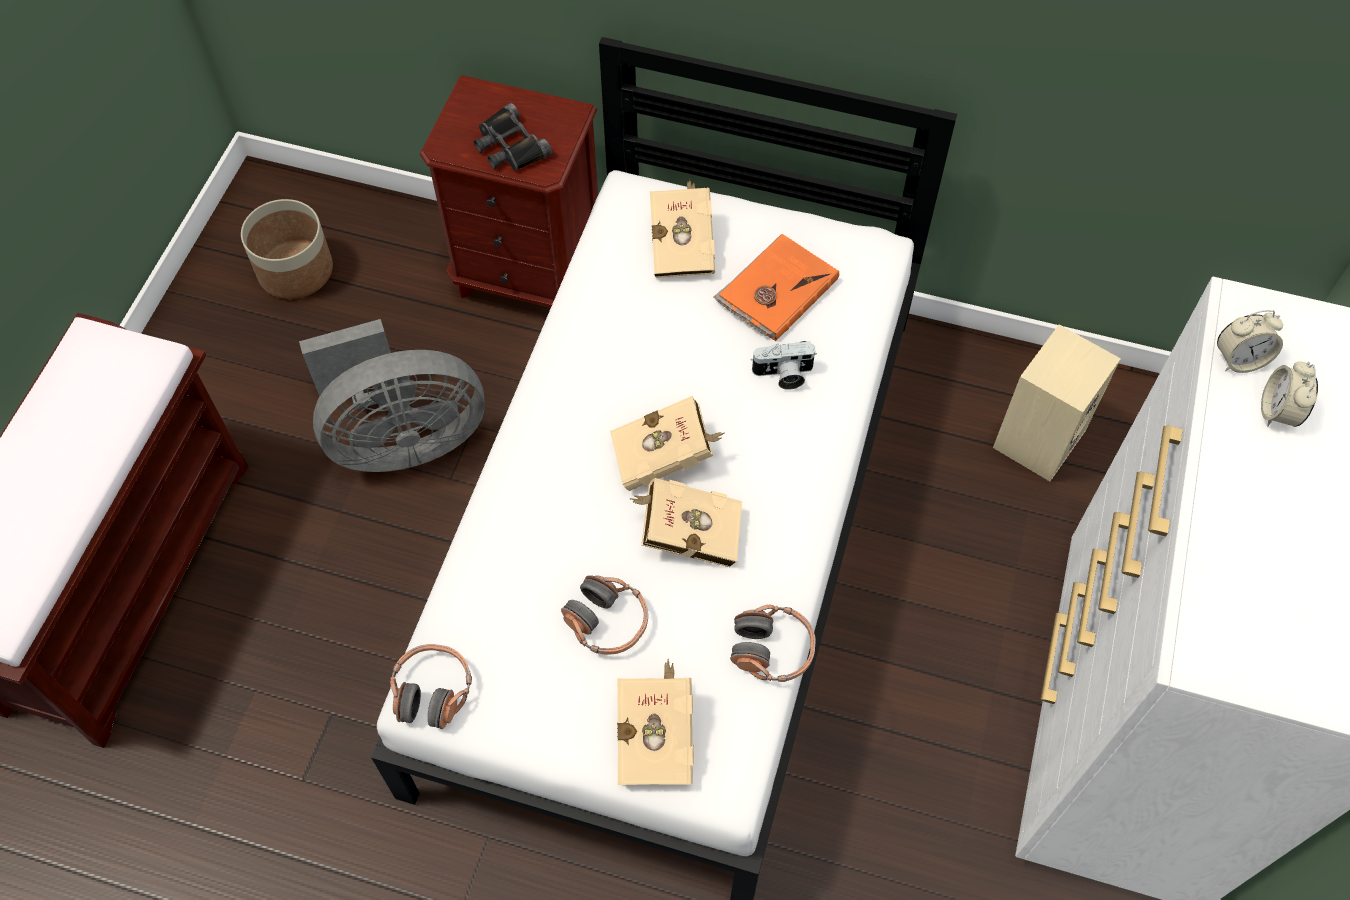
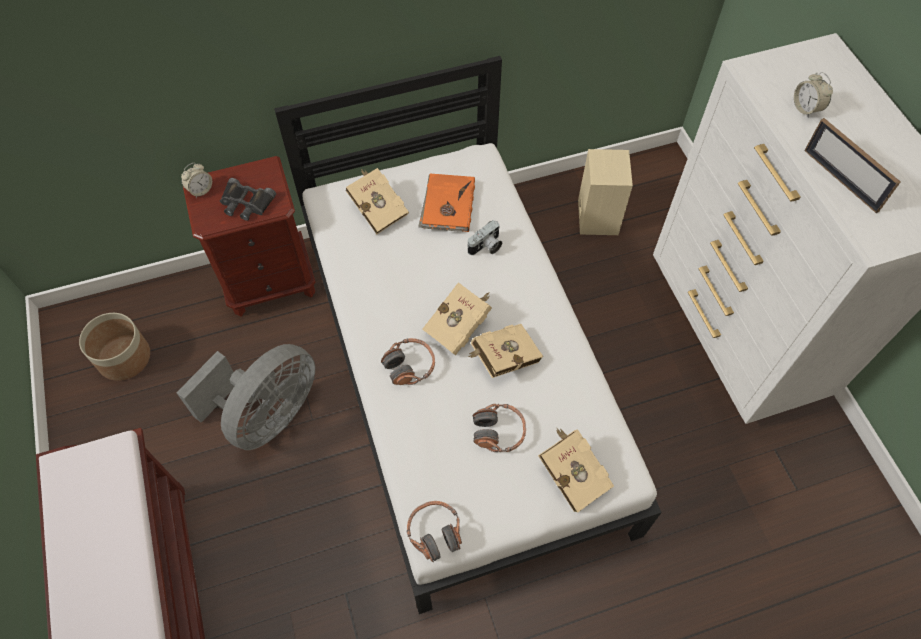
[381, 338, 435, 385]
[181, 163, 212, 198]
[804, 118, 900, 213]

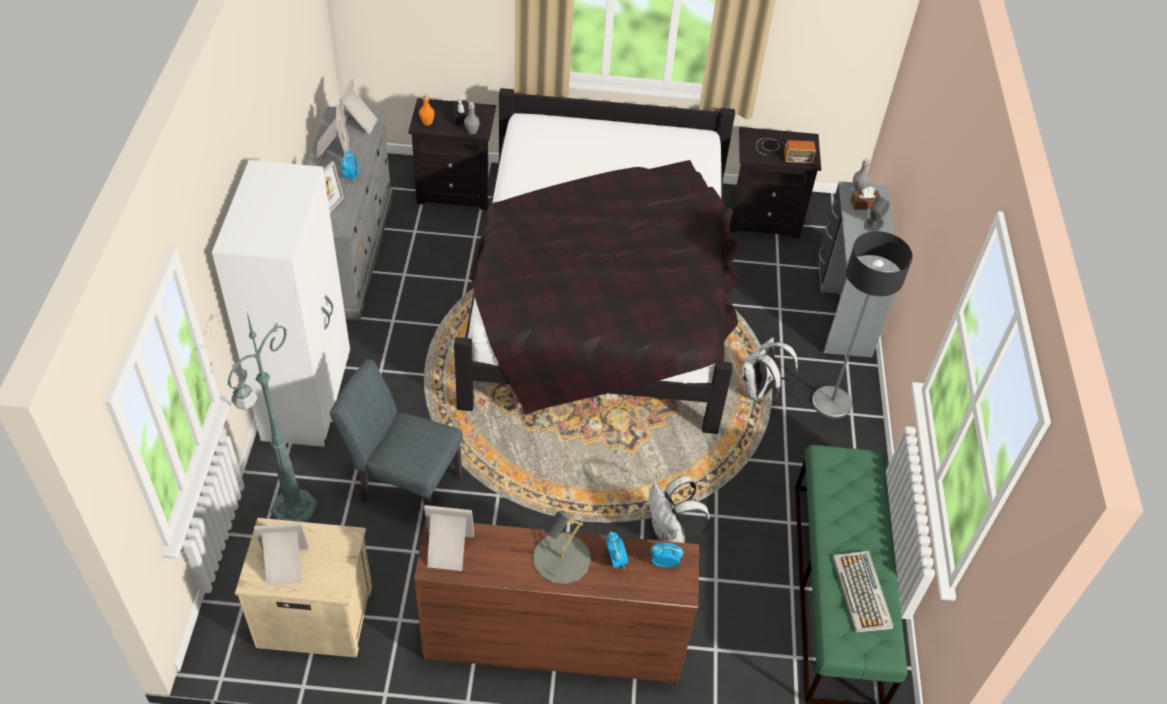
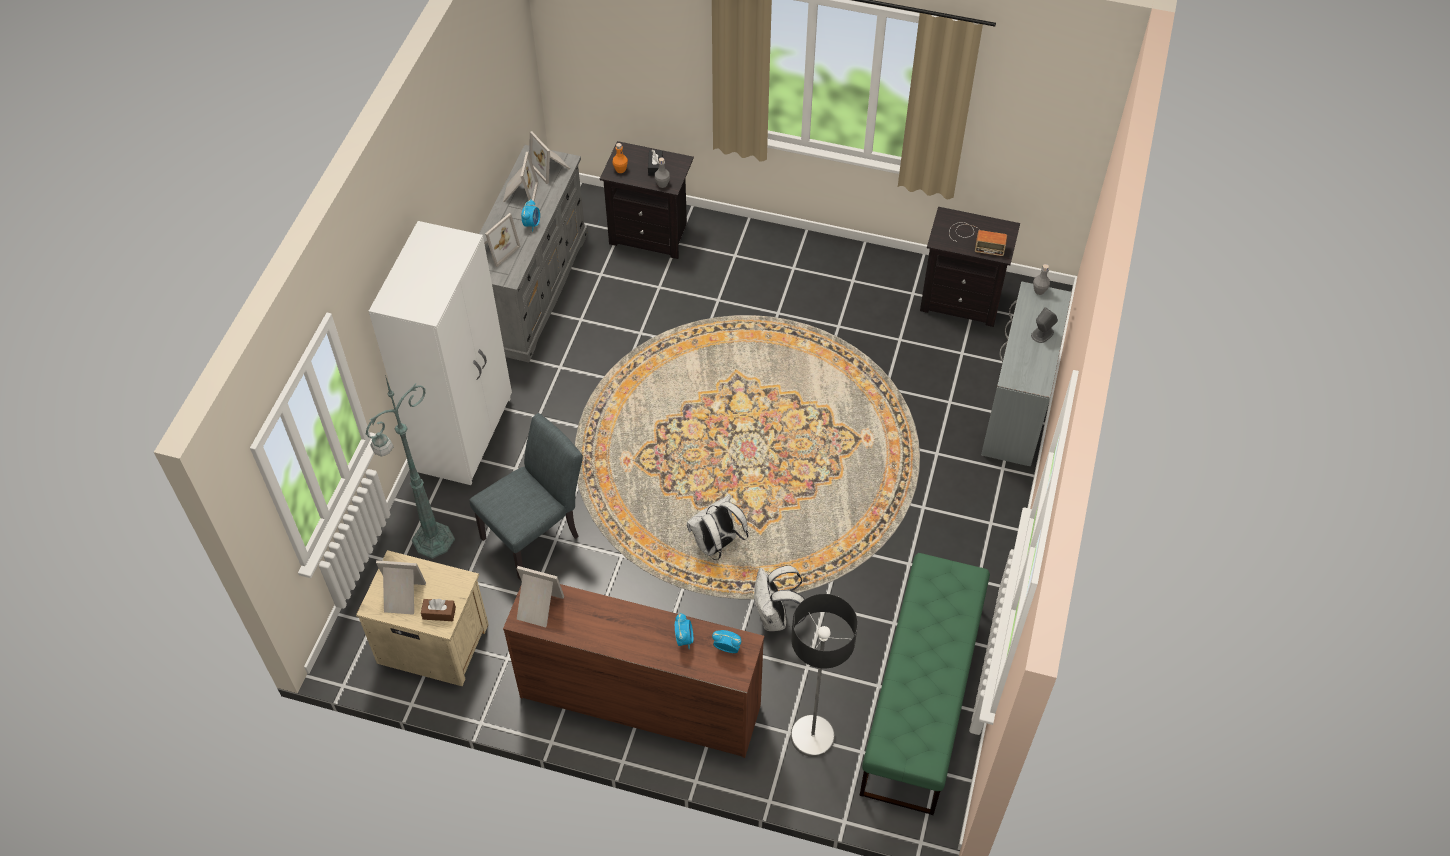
[470, 413, 583, 581]
[529, 131, 570, 184]
[454, 88, 739, 434] (first image)
[533, 510, 591, 584] (first image)
[687, 494, 748, 560]
[791, 594, 858, 757]
[832, 551, 894, 633] (first image)
[421, 599, 456, 621]

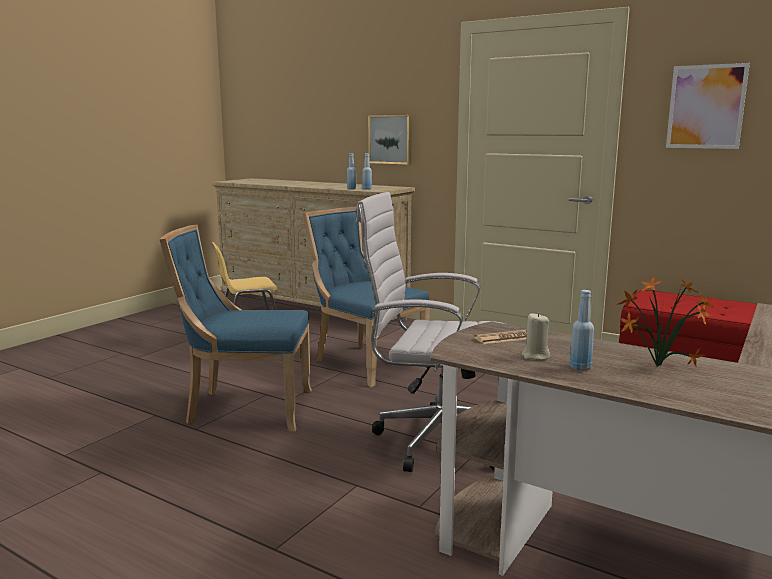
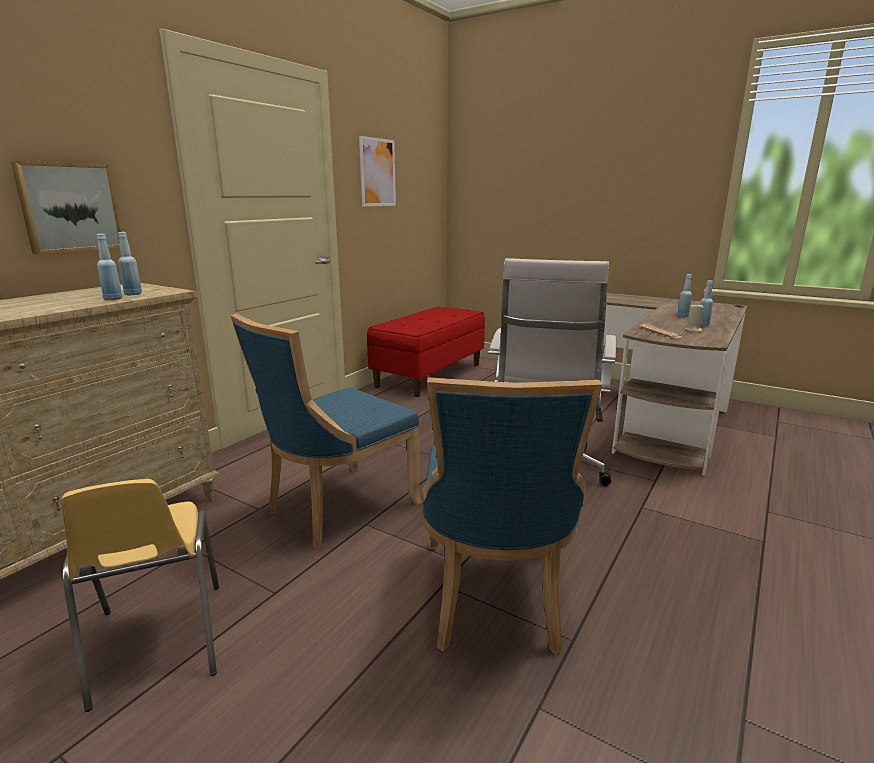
[677, 274, 692, 317]

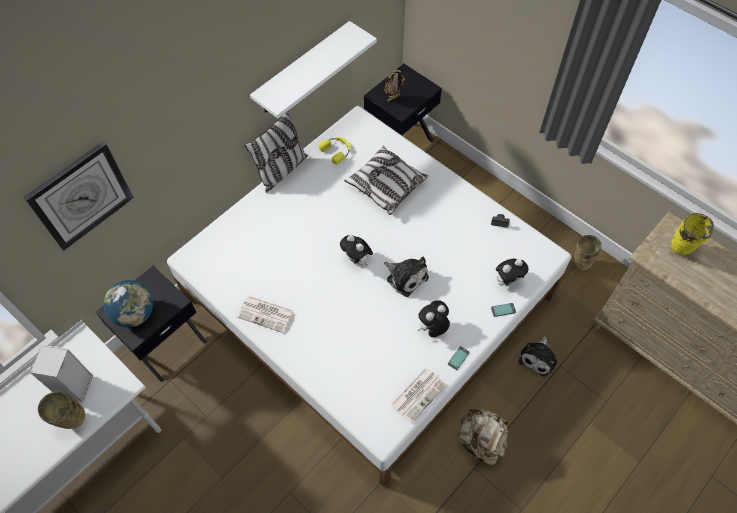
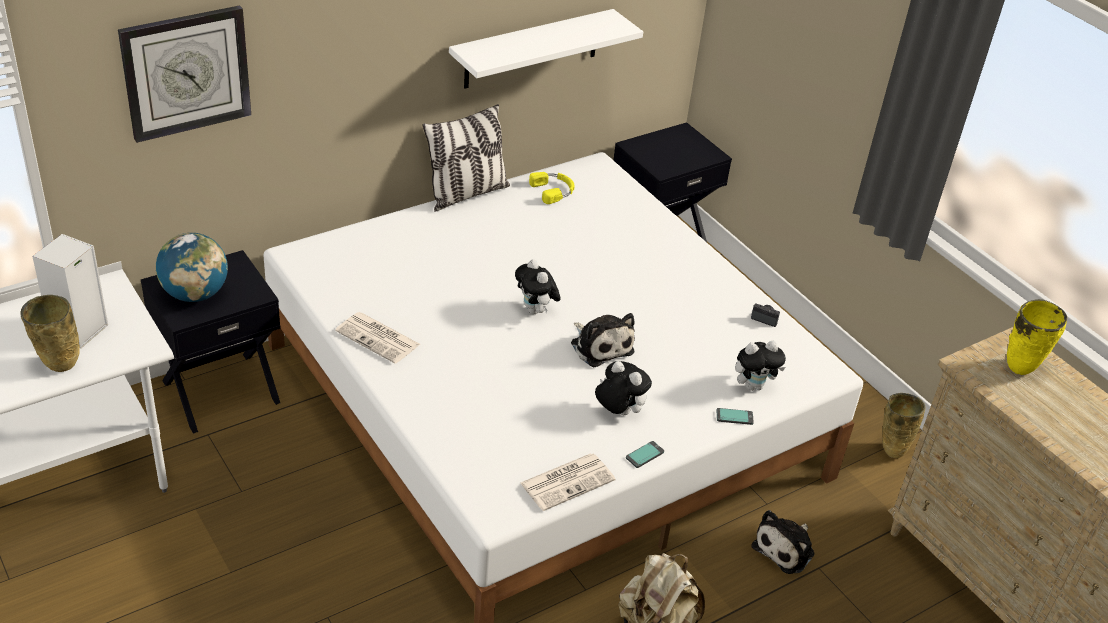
[344, 146, 428, 215] (first image)
[384, 70, 405, 102] (first image)
[595, 361, 652, 415]

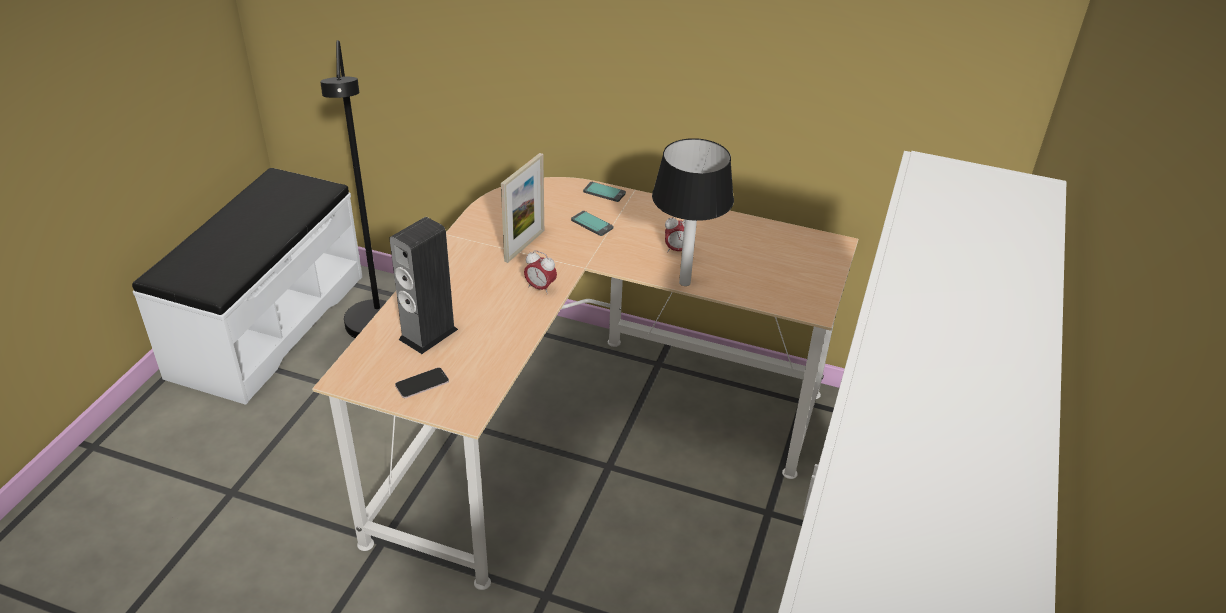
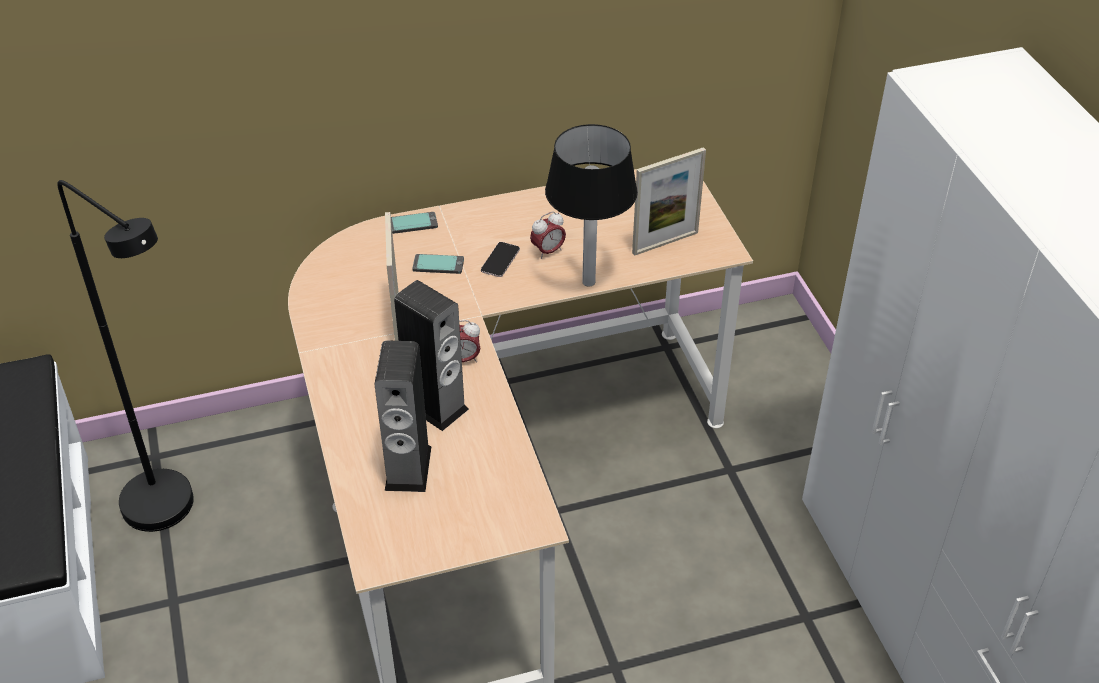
[481, 242, 520, 277]
[394, 280, 469, 431]
[632, 147, 706, 256]

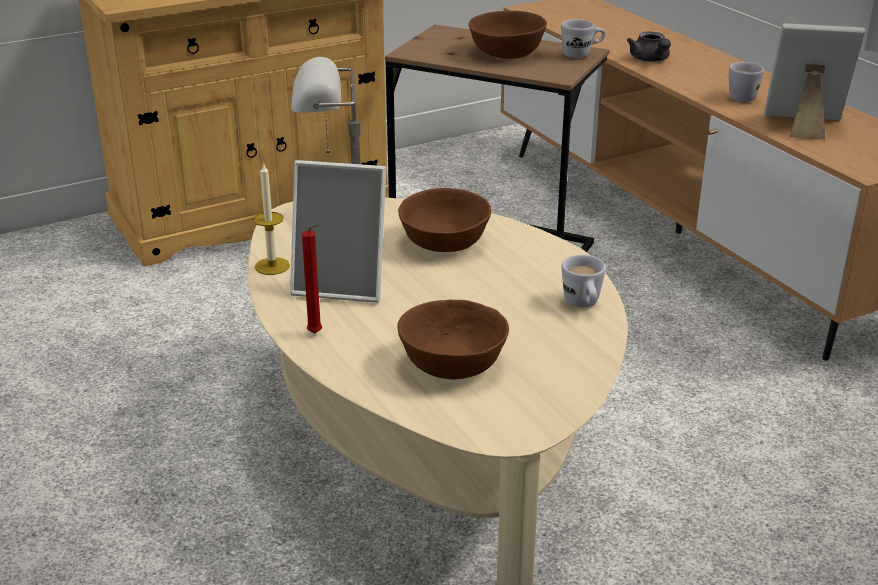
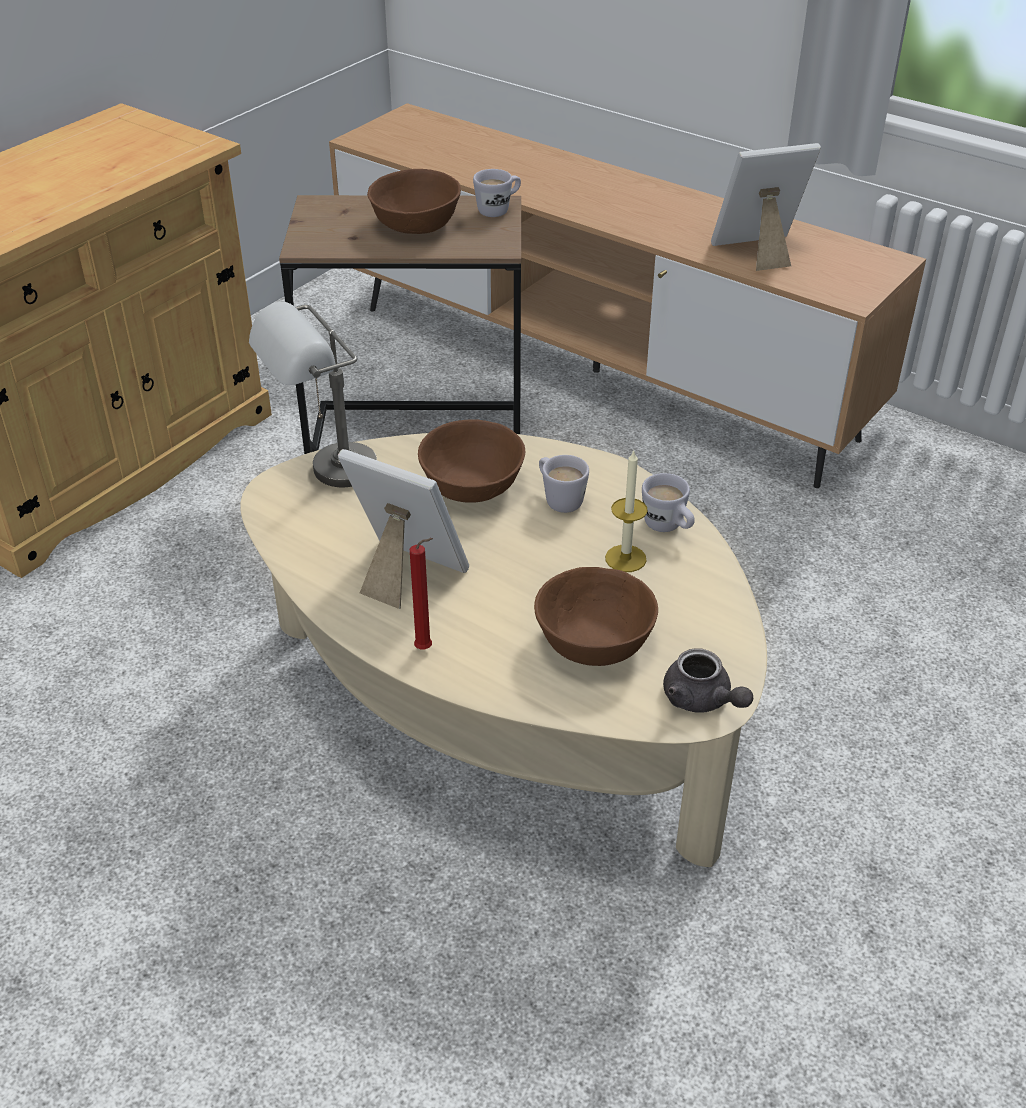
[605, 450, 648, 572]
[338, 449, 469, 609]
[663, 649, 753, 712]
[539, 455, 589, 513]

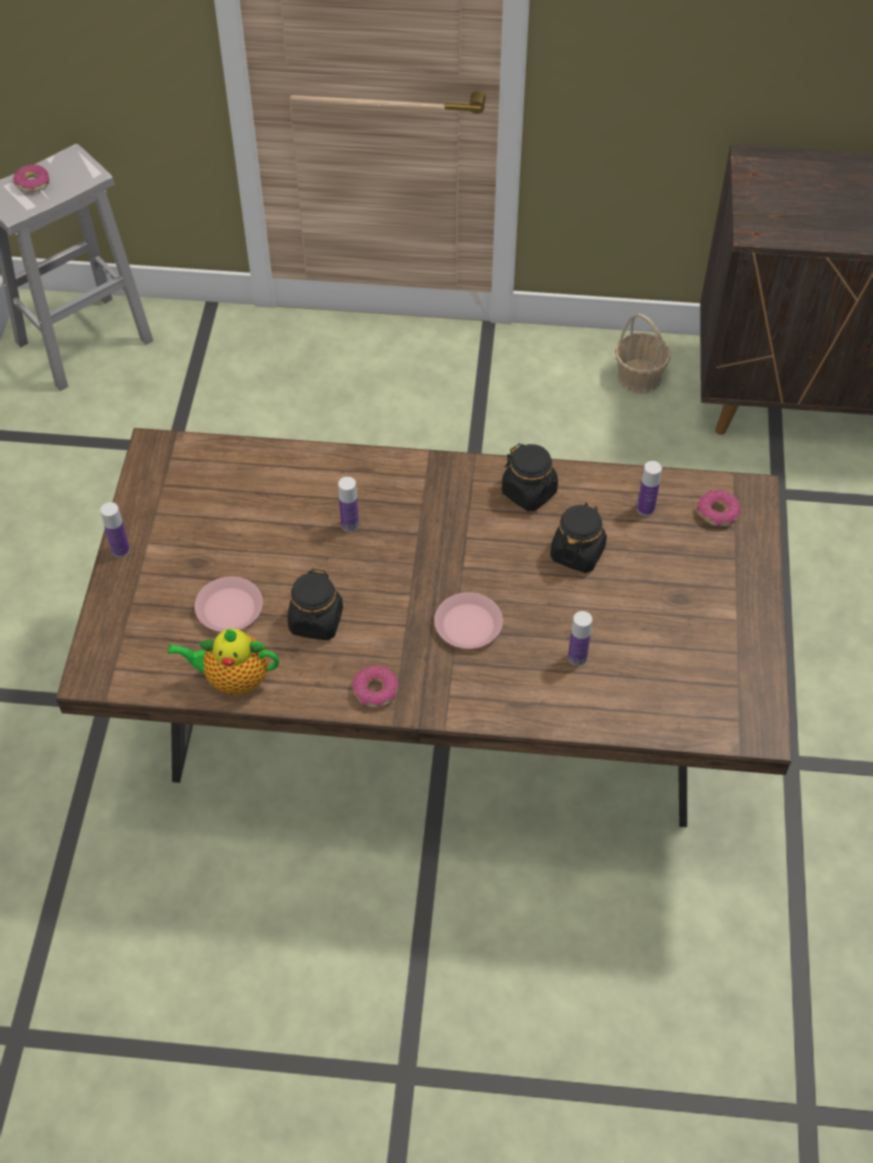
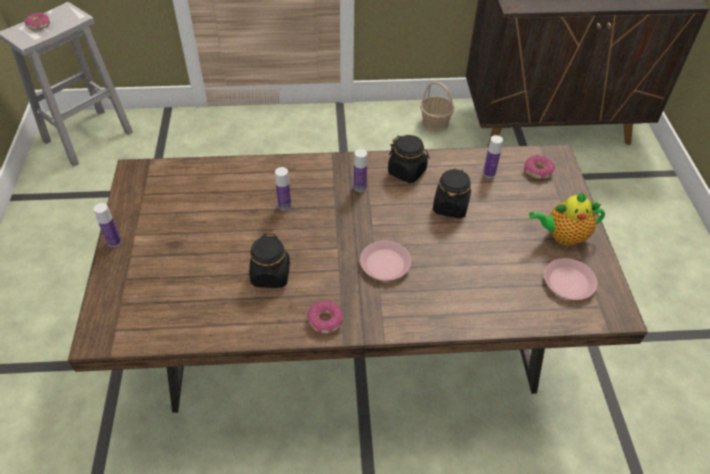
[529, 193, 605, 246]
[544, 258, 597, 300]
[354, 149, 367, 192]

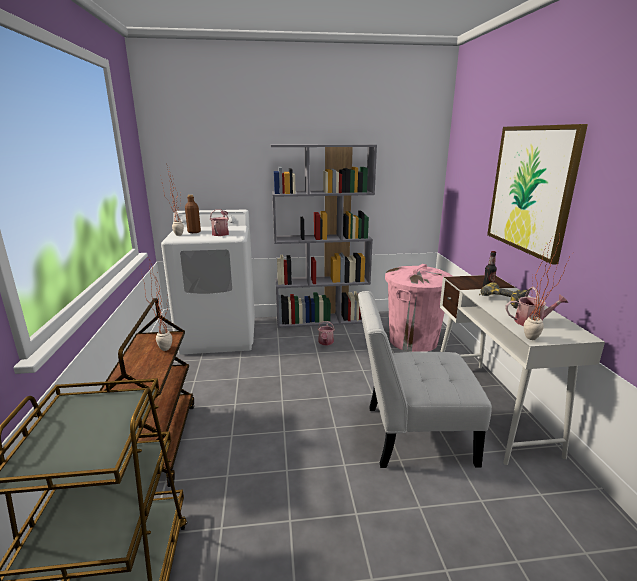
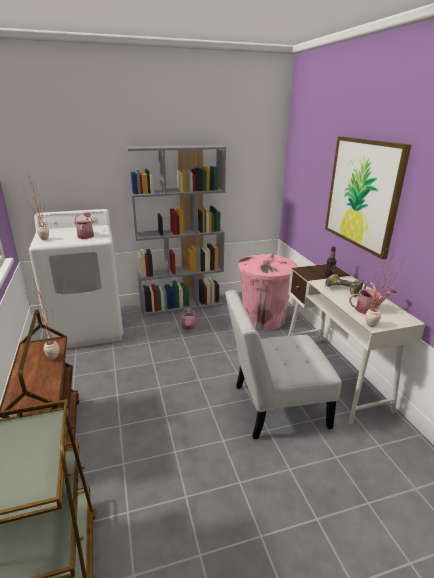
[185, 195, 201, 233] (first image)

